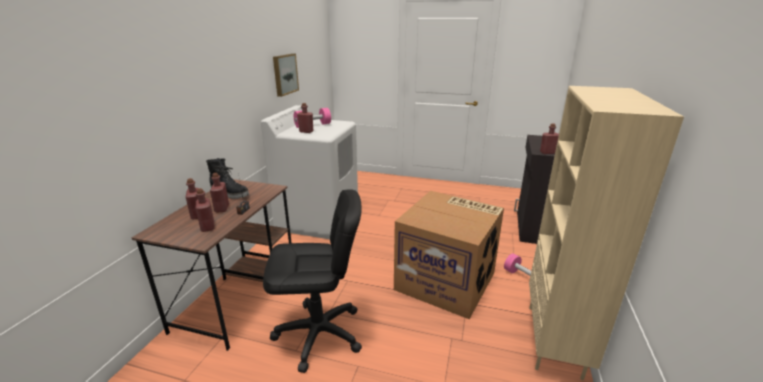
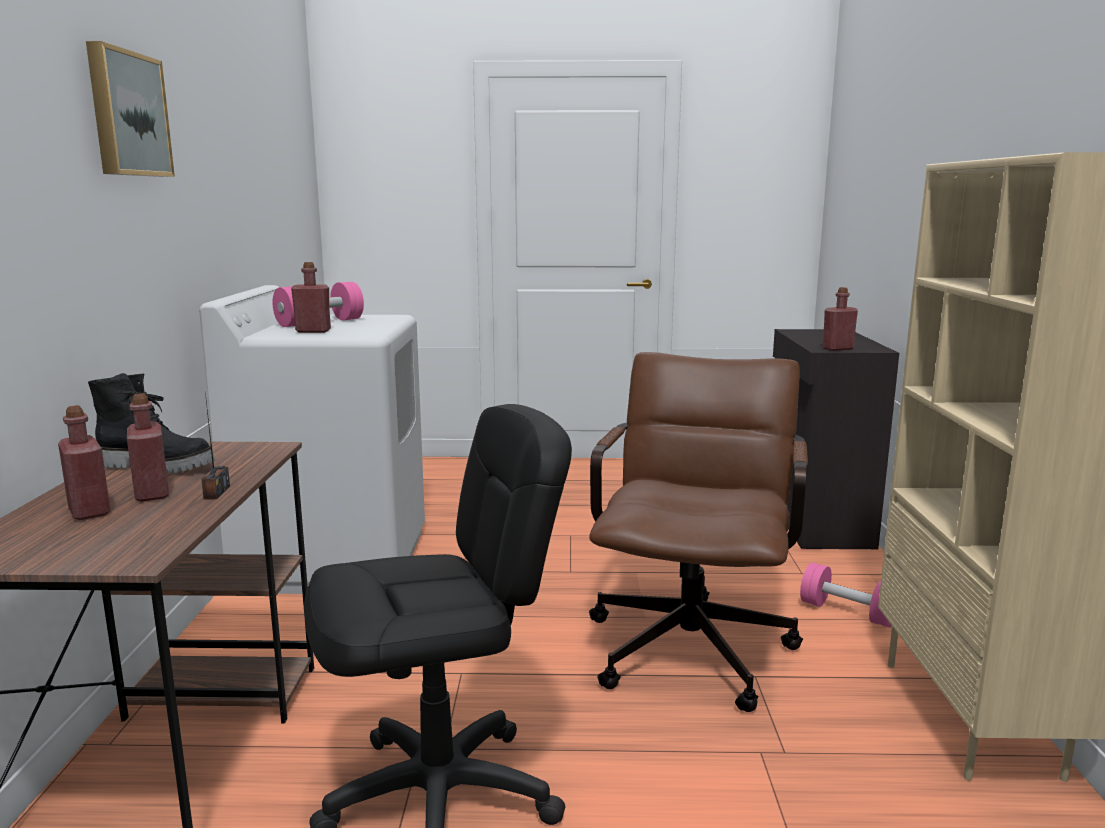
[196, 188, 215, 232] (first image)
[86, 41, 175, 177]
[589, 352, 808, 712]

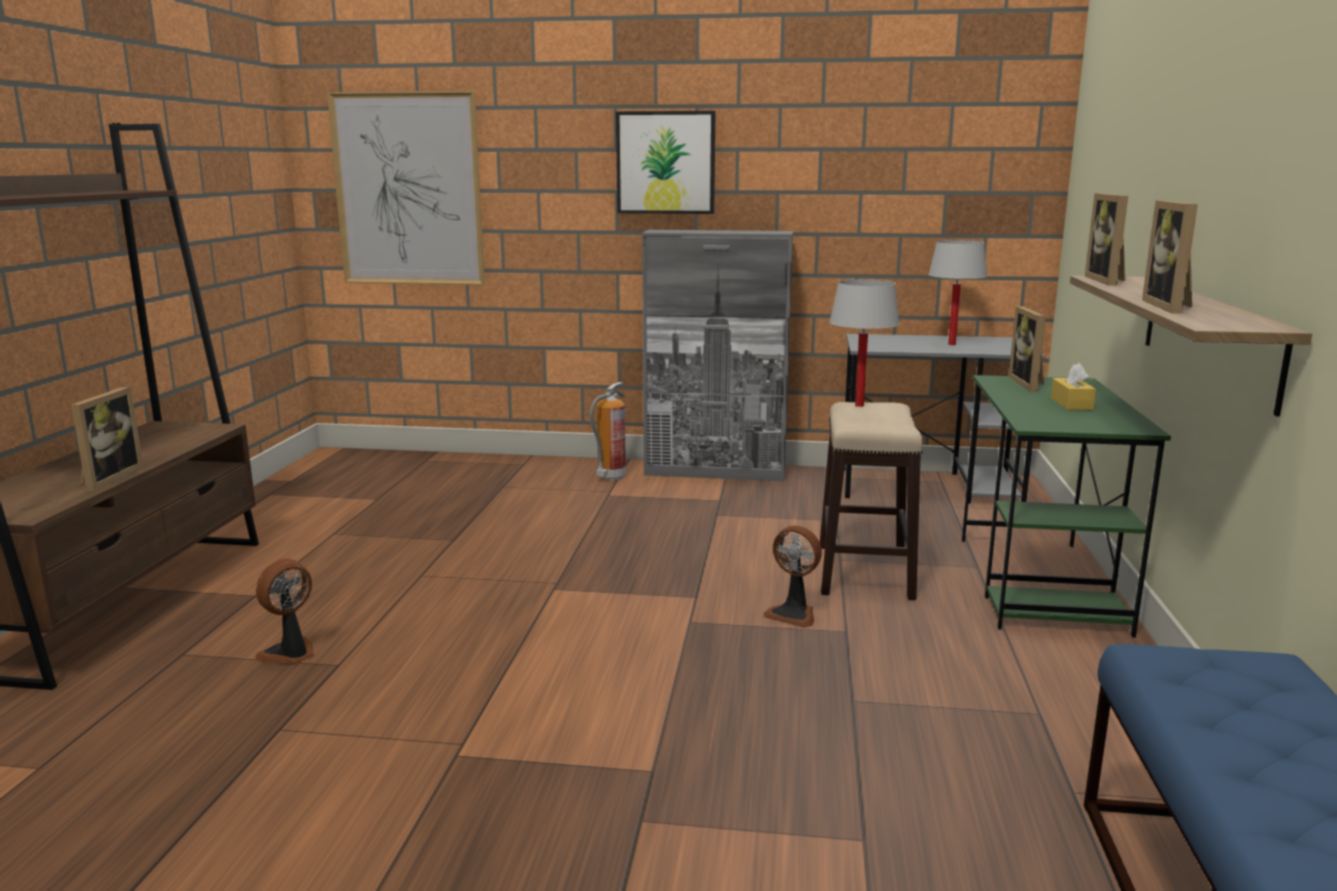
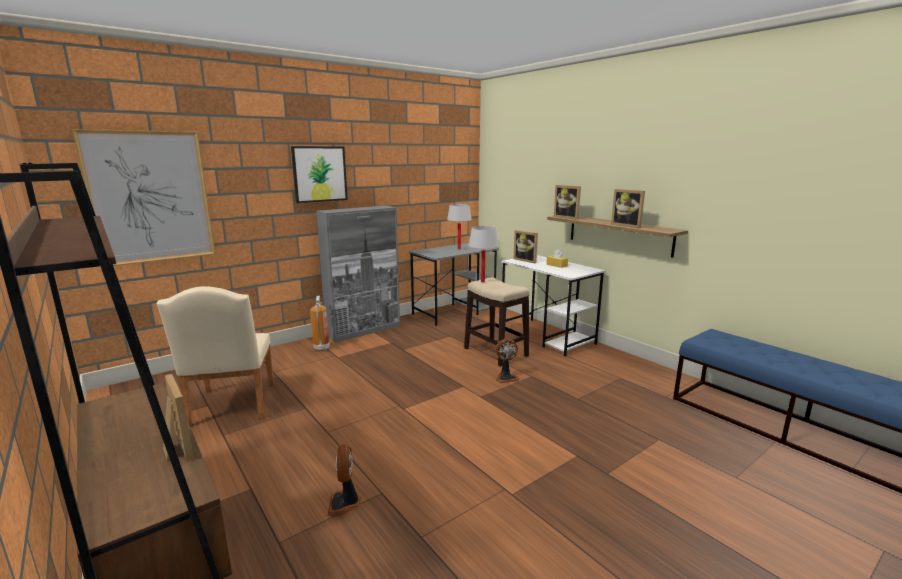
[501, 255, 606, 356]
[157, 286, 274, 428]

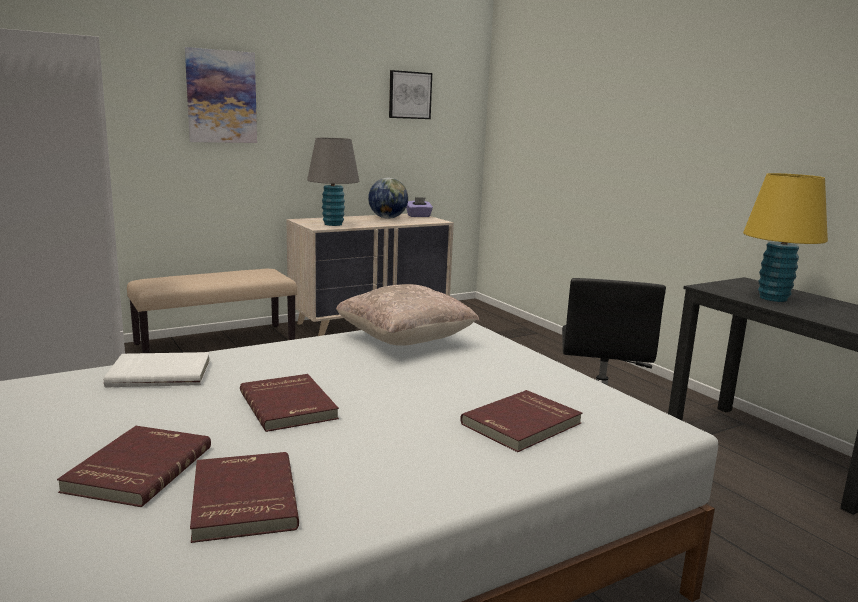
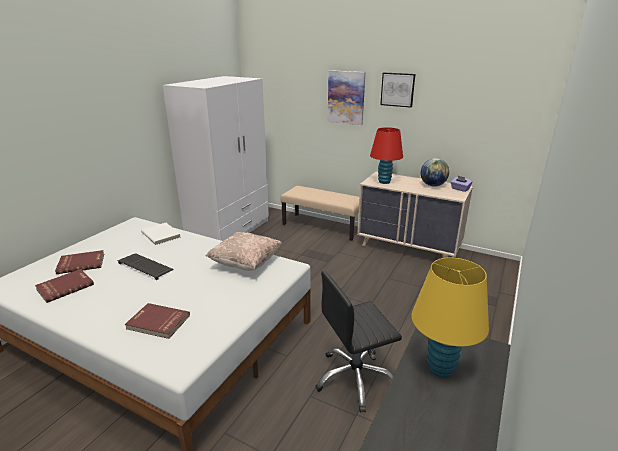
[117, 253, 174, 280]
[370, 127, 403, 184]
[380, 73, 415, 108]

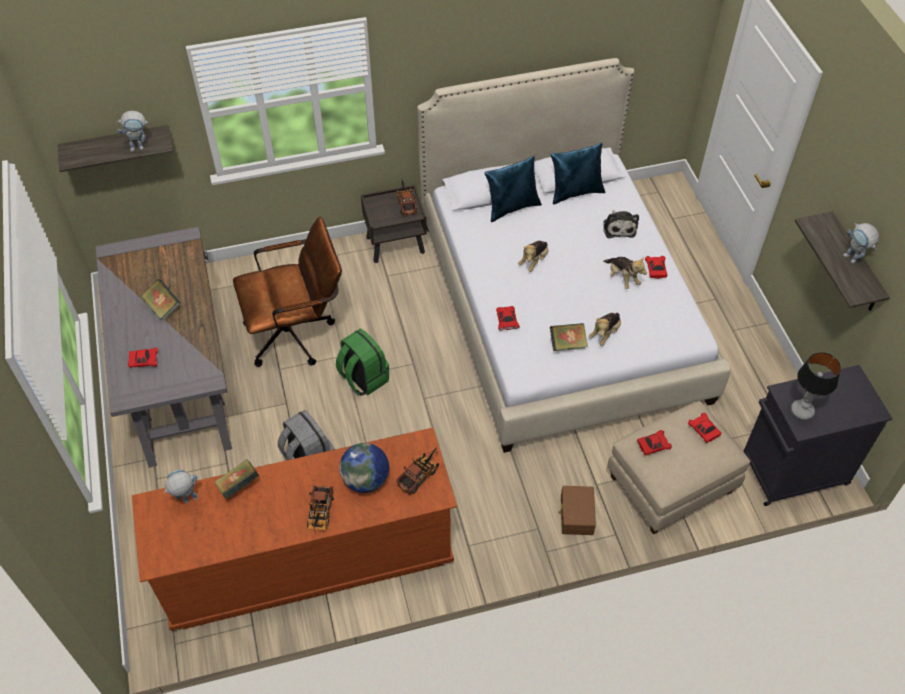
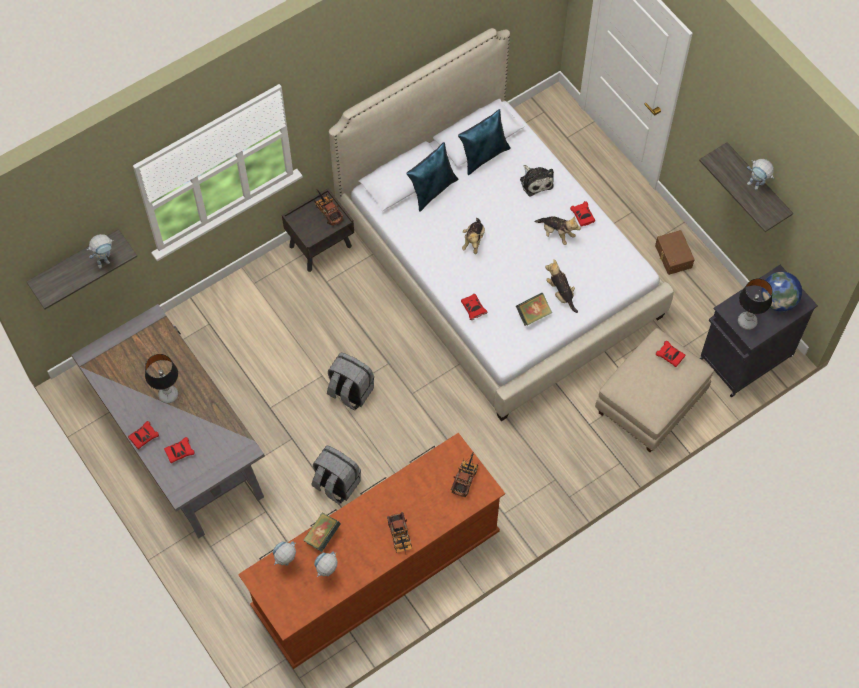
[145, 354, 178, 403]
[233, 217, 342, 367] (first image)
[327, 353, 374, 411]
[761, 272, 802, 312]
[655, 230, 695, 275]
[545, 259, 578, 313]
[128, 421, 159, 449]
[314, 551, 338, 577]

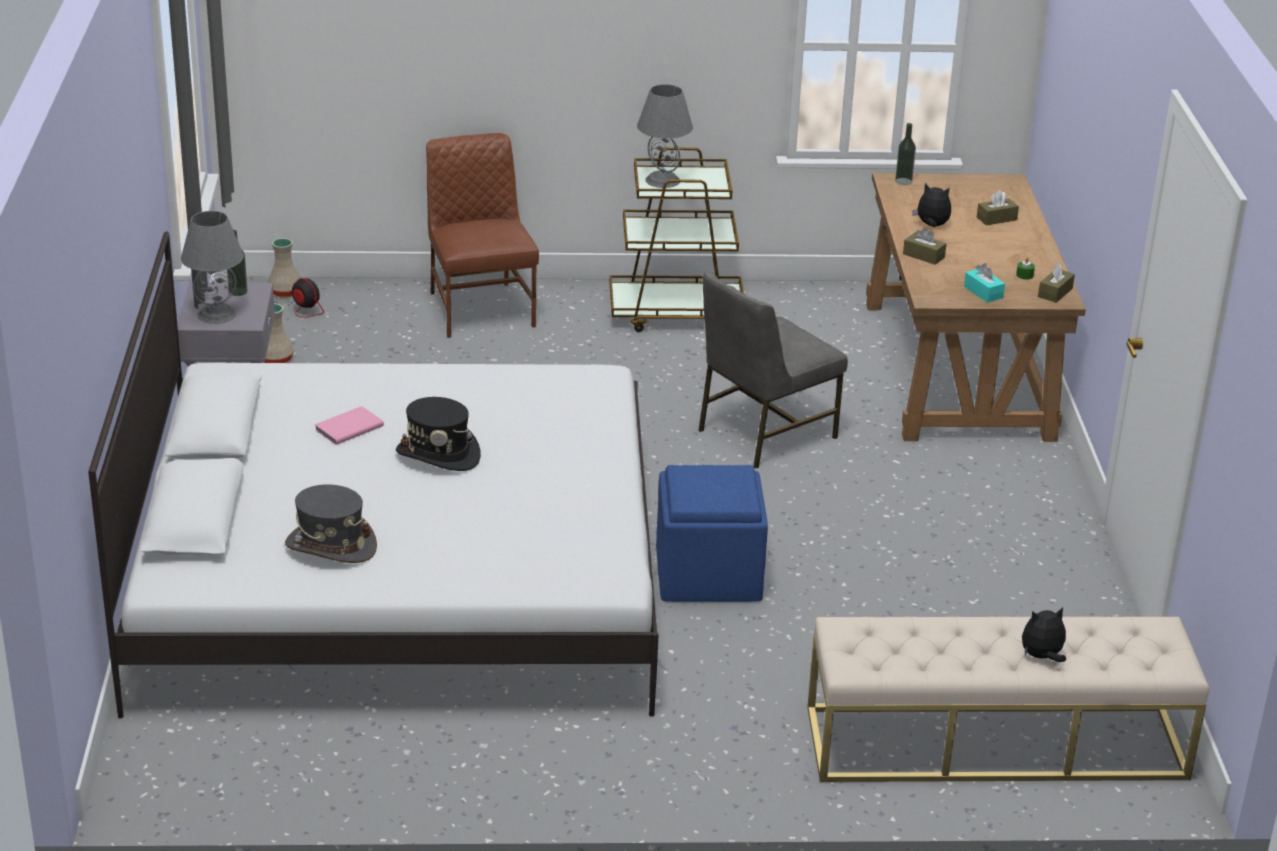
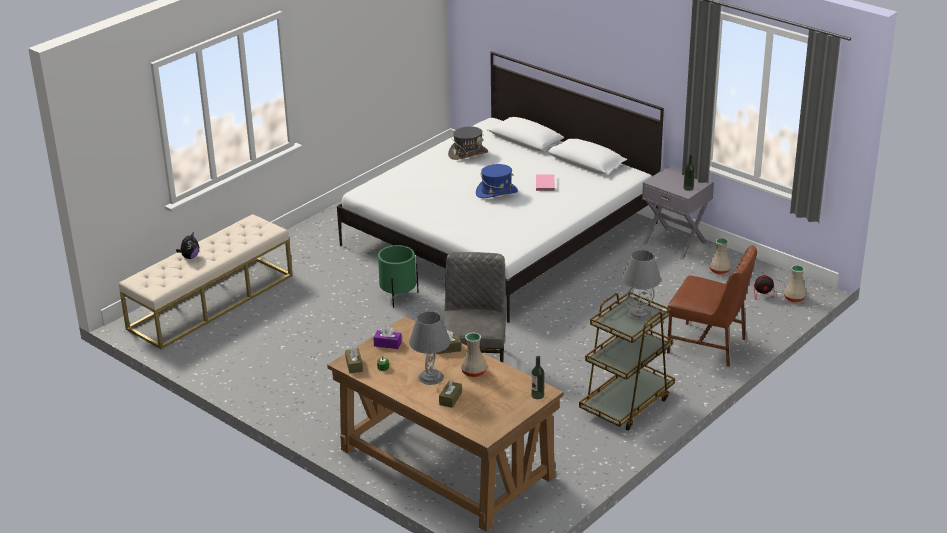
[409, 311, 450, 385]
[476, 164, 518, 198]
[378, 245, 419, 308]
[461, 333, 487, 377]
[373, 326, 402, 349]

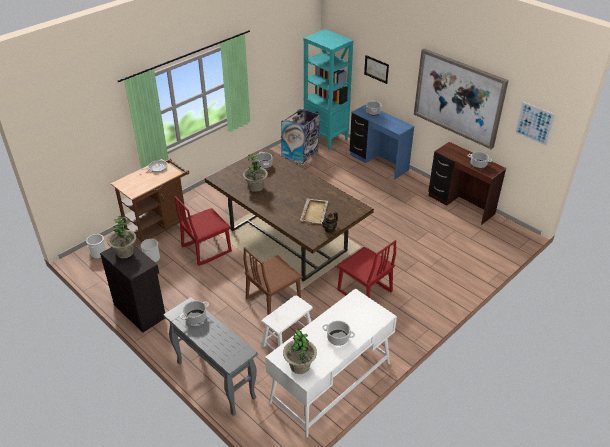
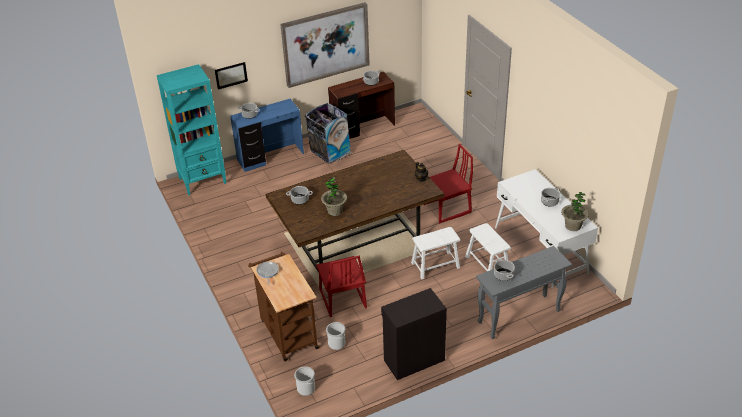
[107, 216, 137, 258] (first image)
[411, 227, 460, 279]
[305, 103, 351, 164]
[300, 198, 328, 224] (first image)
[514, 101, 556, 146] (first image)

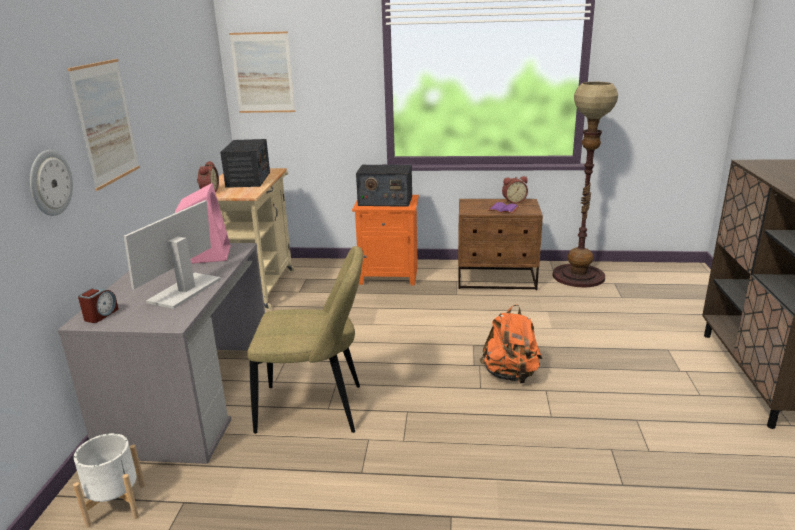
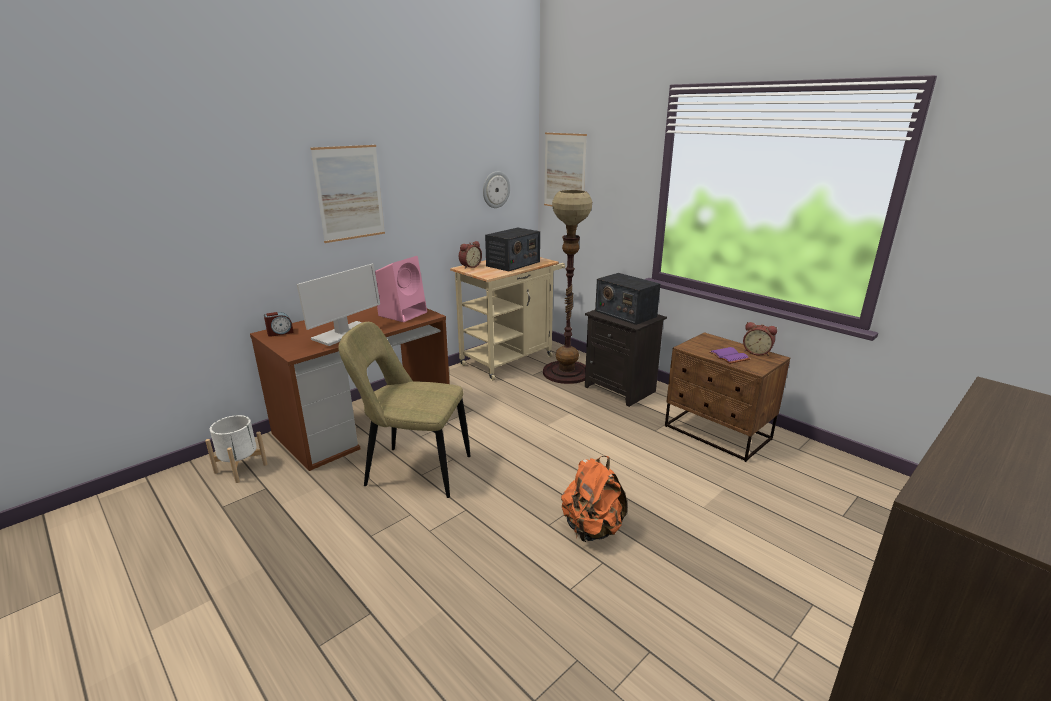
[483, 171, 510, 208]
[250, 306, 450, 471]
[296, 264, 380, 346]
[338, 322, 471, 498]
[585, 310, 667, 407]
[543, 190, 592, 384]

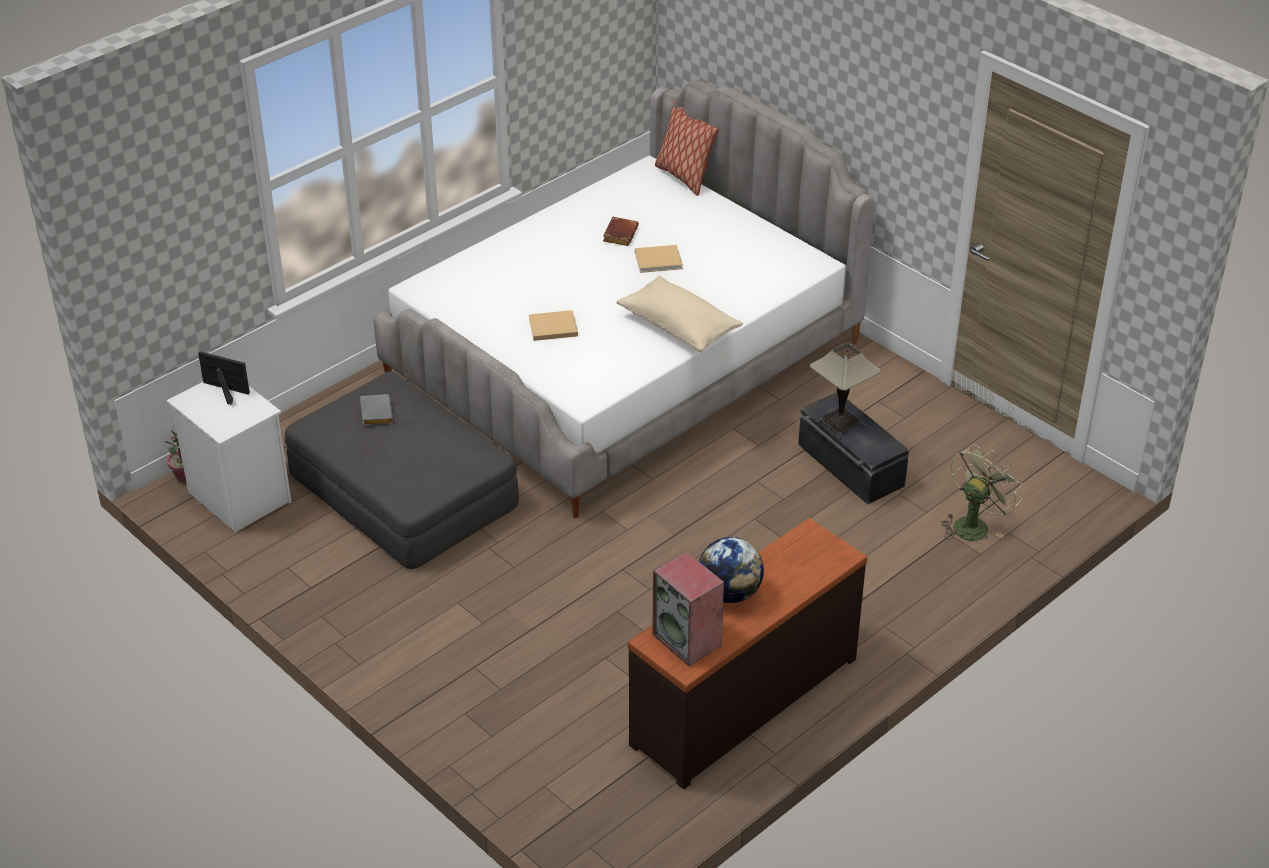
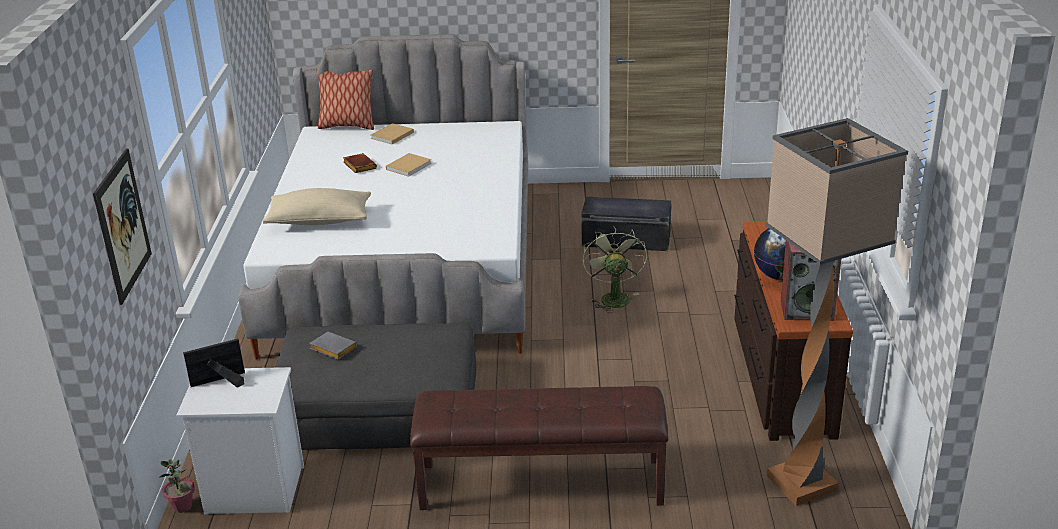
[371, 123, 414, 144]
[263, 188, 371, 225]
[810, 343, 881, 440] (first image)
[583, 226, 647, 313]
[93, 149, 152, 305]
[410, 386, 668, 510]
[766, 118, 908, 506]

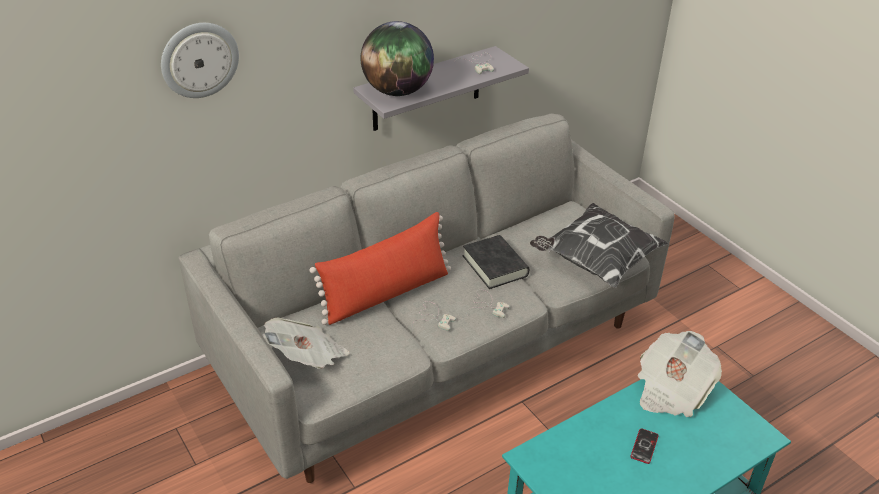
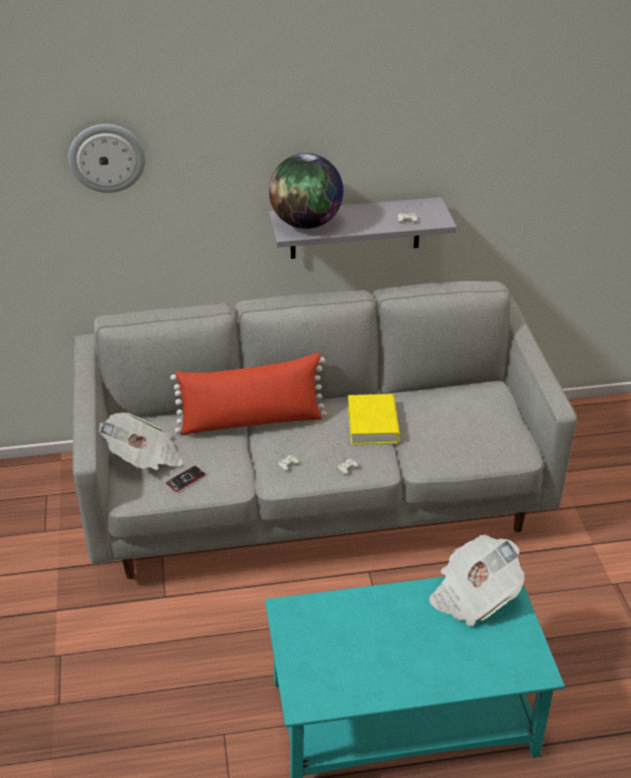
[348, 394, 400, 445]
[530, 203, 669, 288] (first image)
[166, 466, 205, 492]

